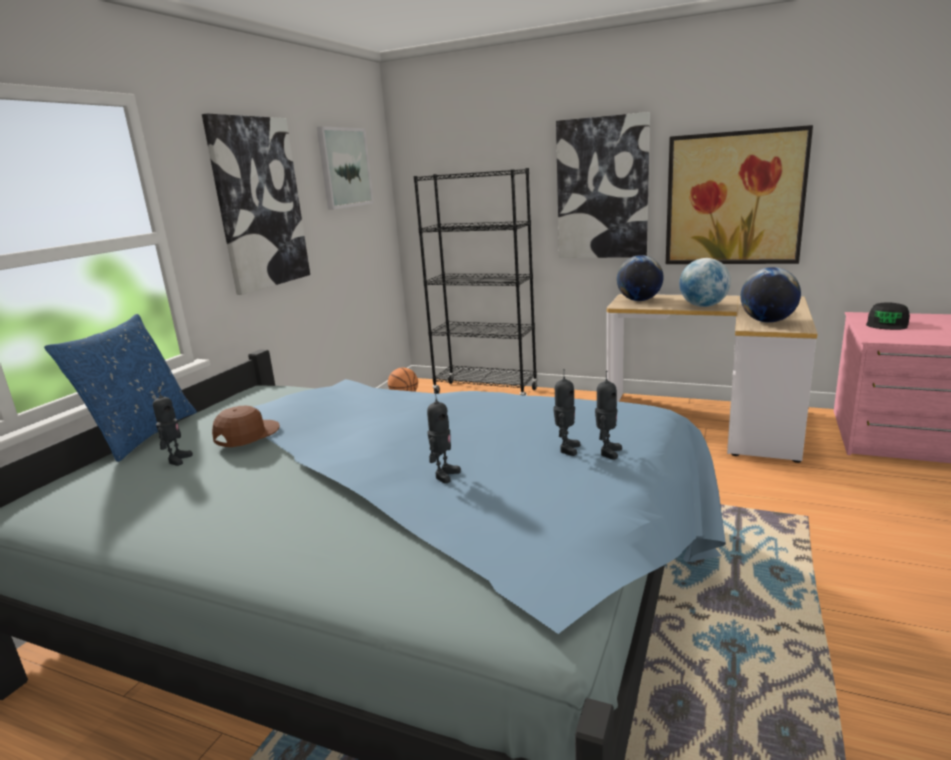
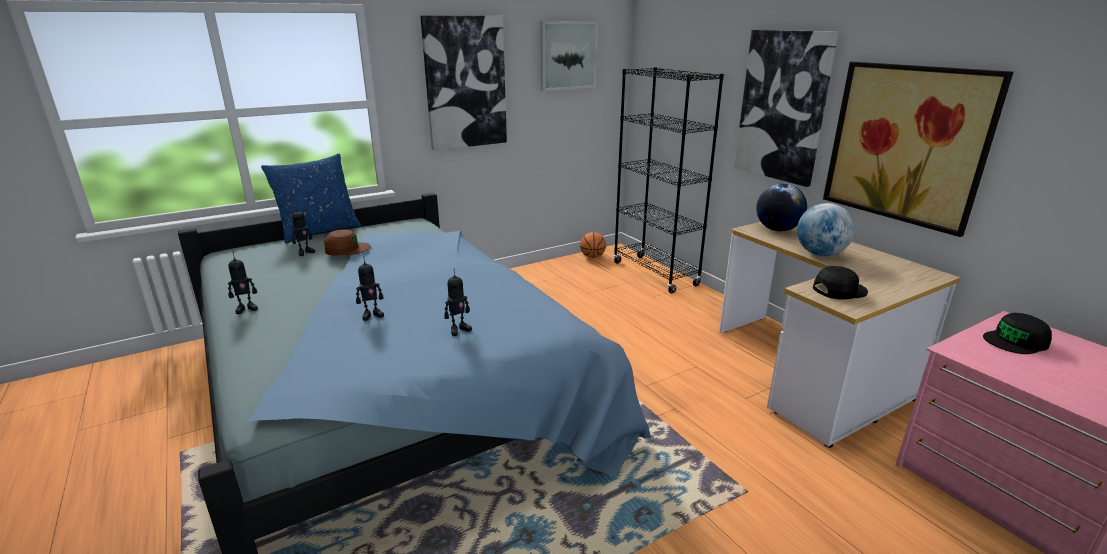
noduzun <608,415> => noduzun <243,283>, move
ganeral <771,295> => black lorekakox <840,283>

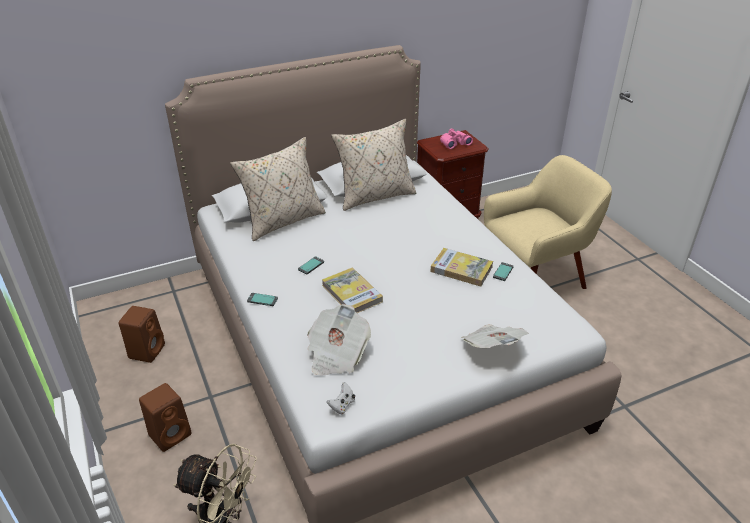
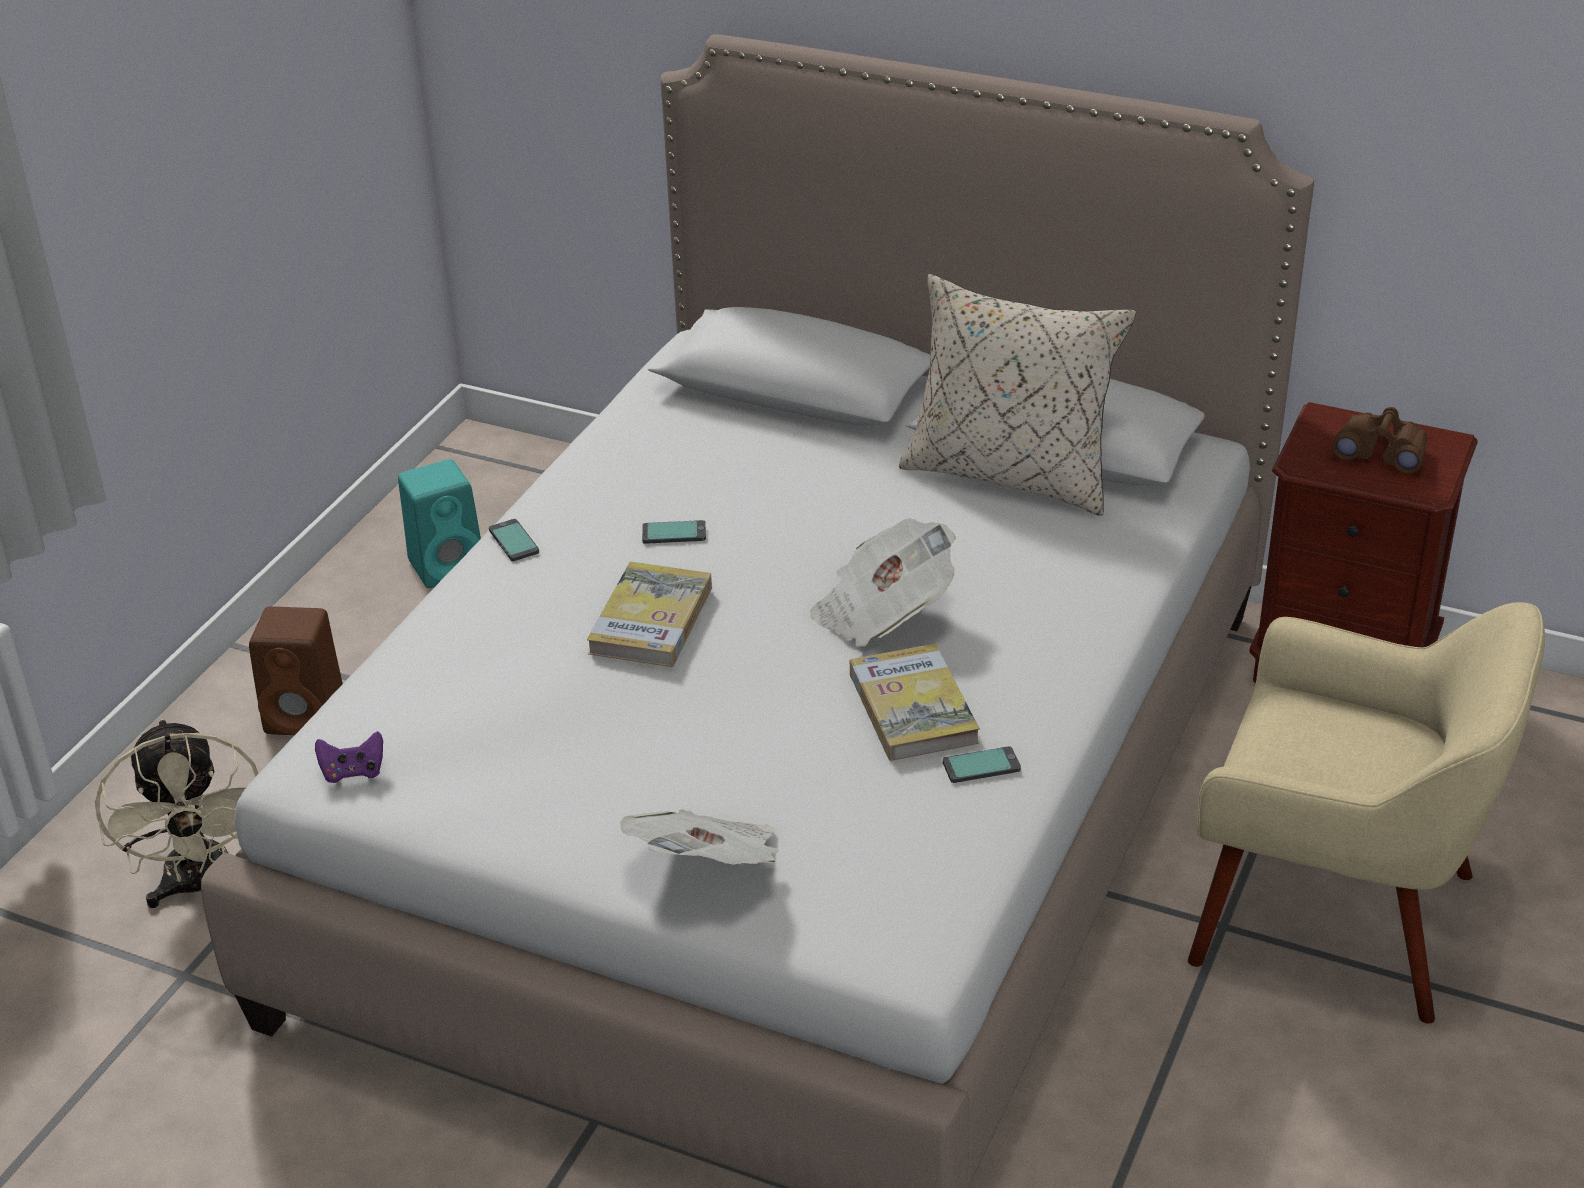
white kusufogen <341,398> => purple kusufogen <349,757>
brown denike <141,334> => turquoise denike <439,523>
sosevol <339,339> => sosevol <883,582>, move
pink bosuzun <456,138> => brown bosuzun <1380,440>
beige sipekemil <278,189> => nothing

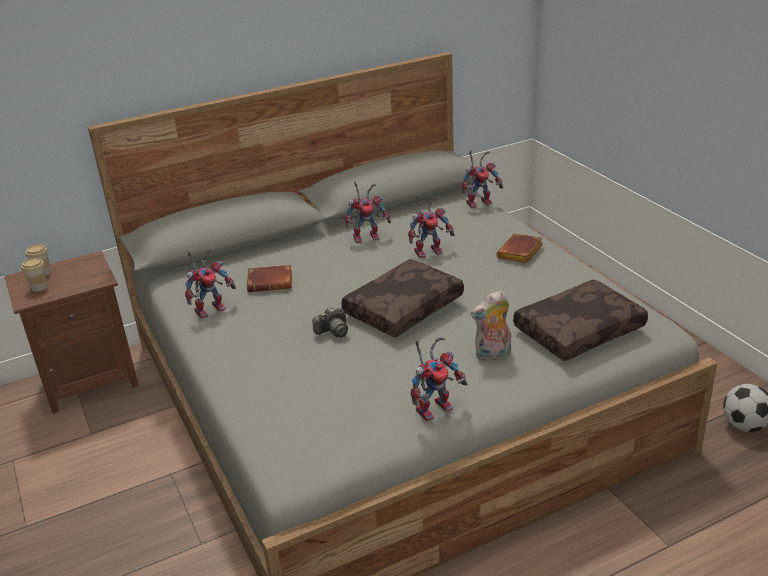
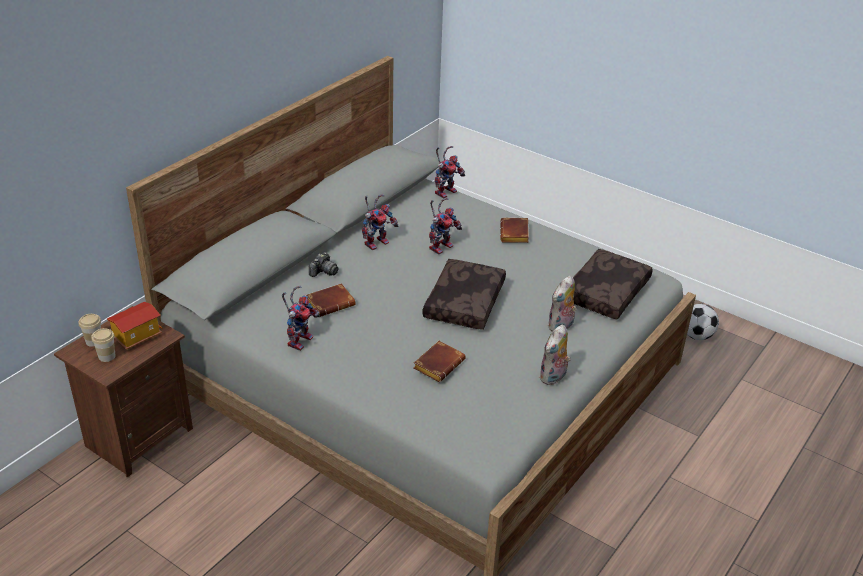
nothing => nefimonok <135,326>
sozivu <330,322> => sozivu <323,264>, move
nothing => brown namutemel <440,361>
noduzun <439,379> => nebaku <555,355>

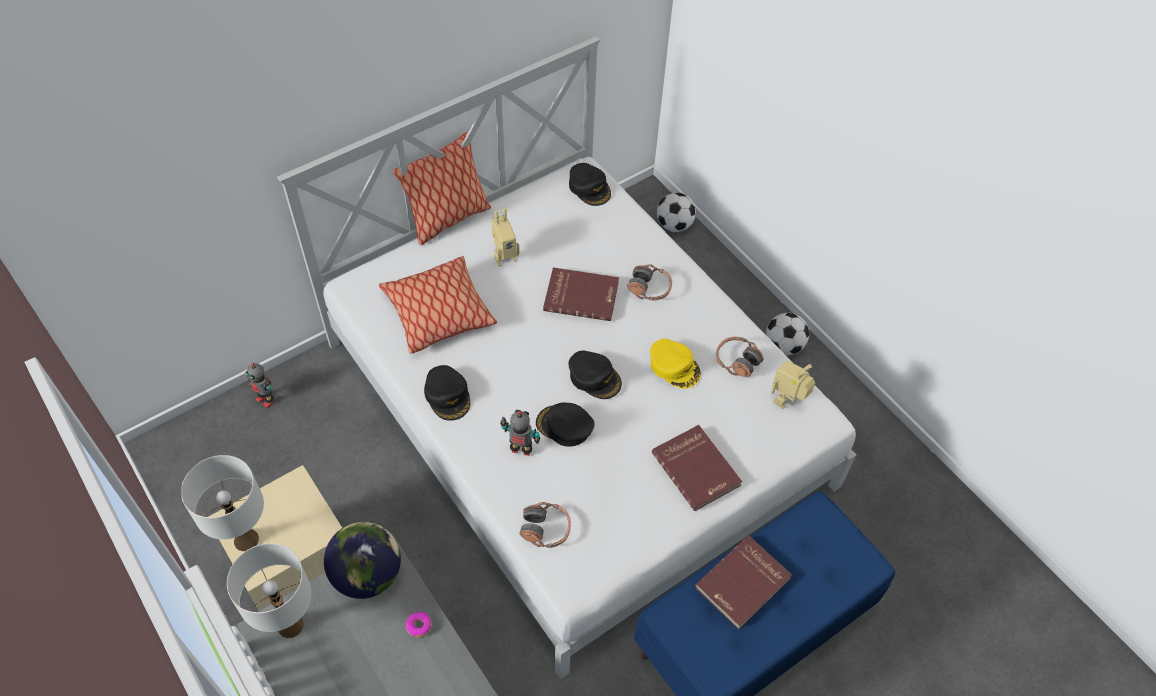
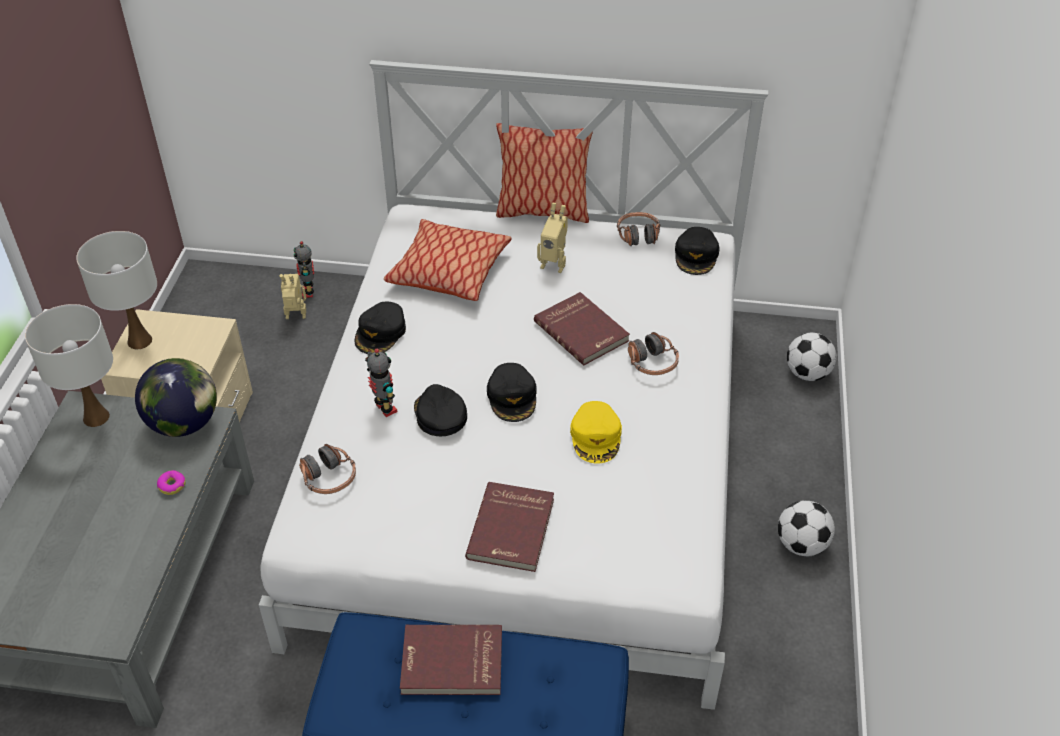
noduzun <793,385> => noduzun <292,296>, move
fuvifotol <739,357> => fuvifotol <638,229>, move

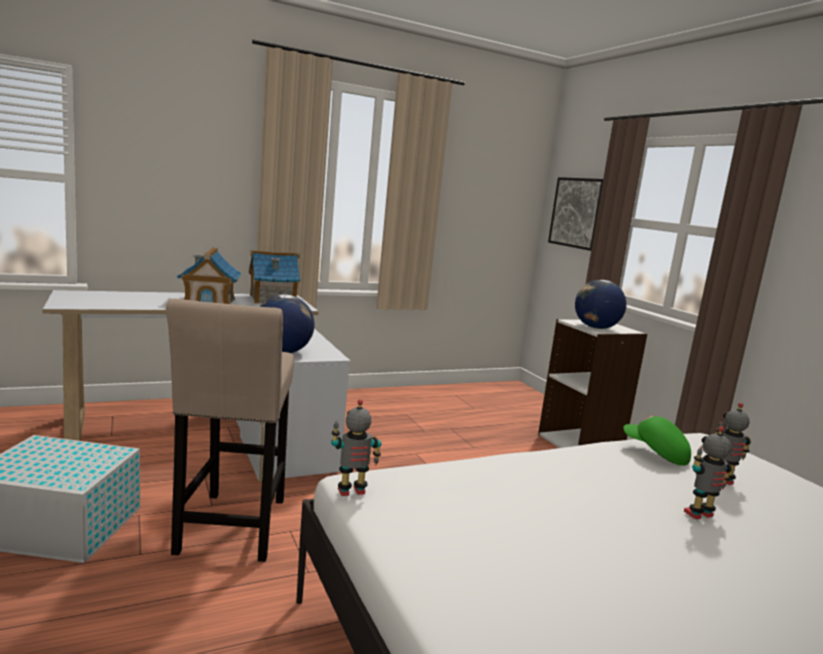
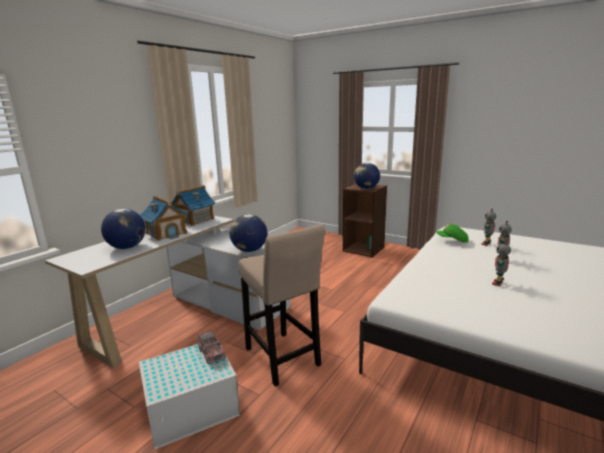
nothing => ganeral <123,229>
nothing => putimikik <211,347>
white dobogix <592,383> => brown dobogix <365,220>
noduzun <356,447> => noduzun <501,263>, move
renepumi <575,214> => nothing

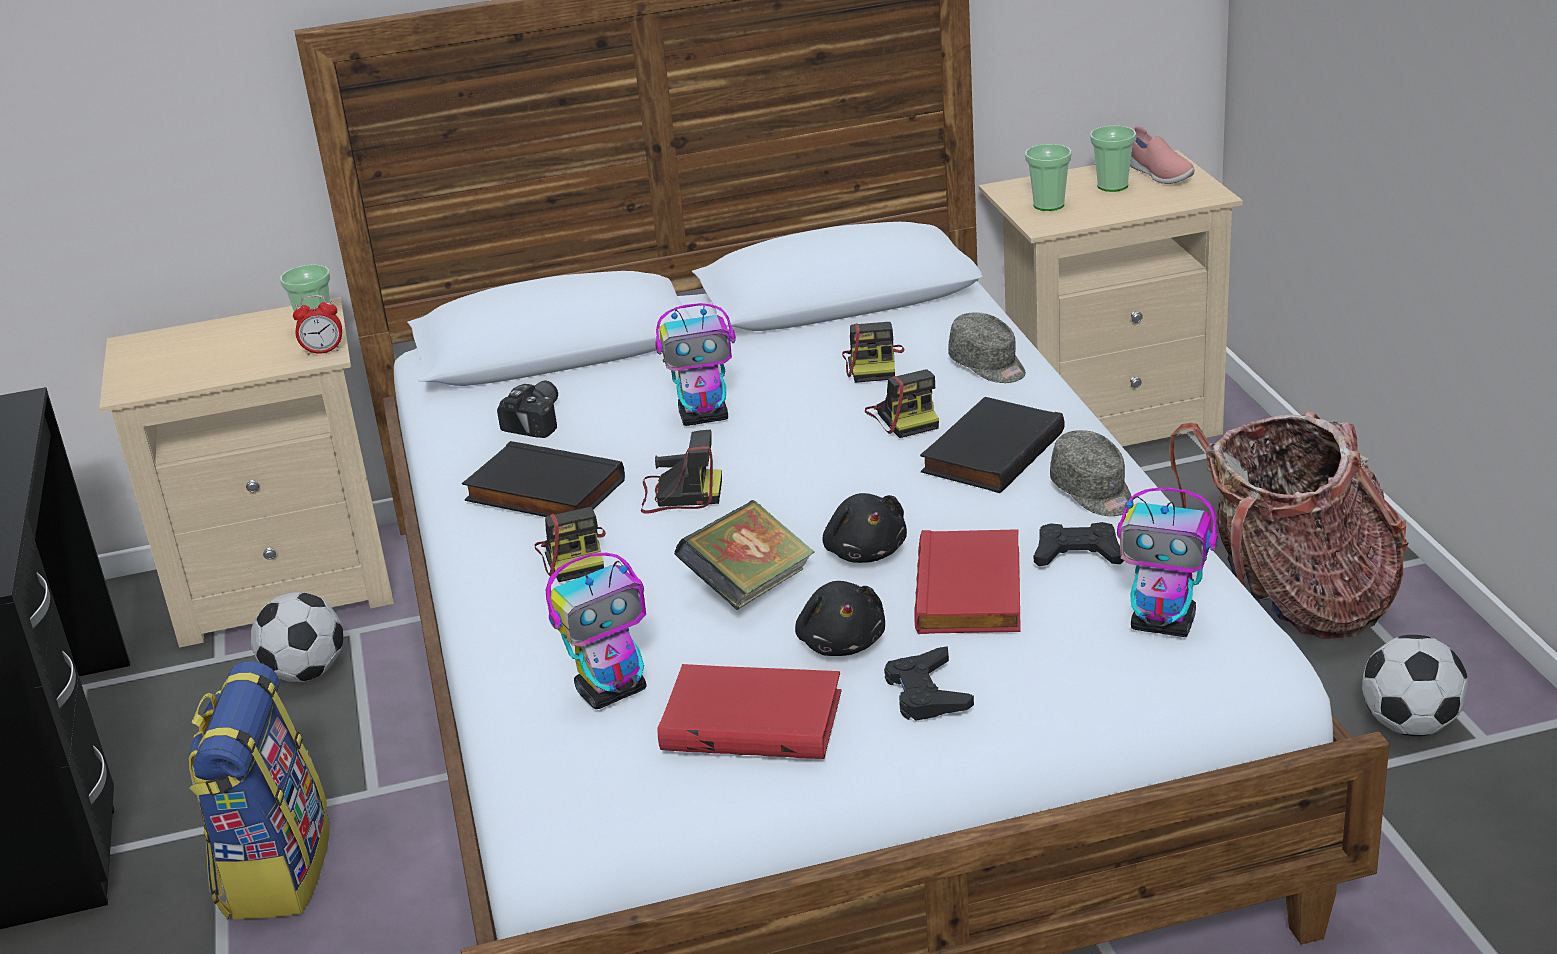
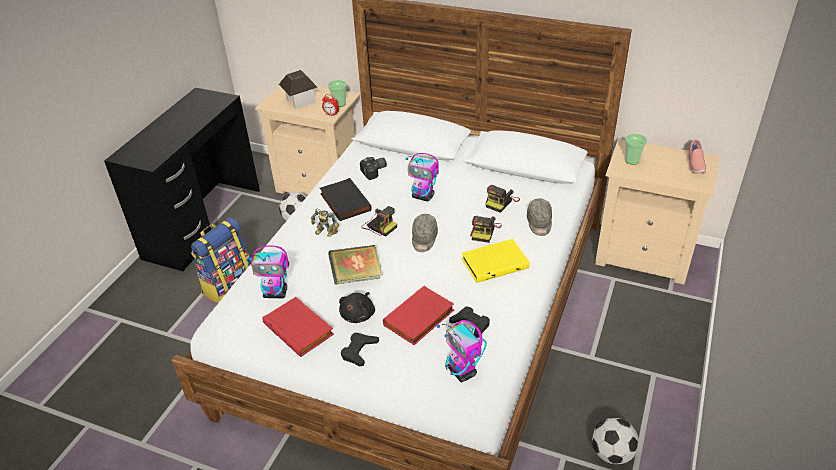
nothing => nefimonok <298,89>
sozivu <570,544> => noduzun <325,223>
grey lorekakox <1092,473> => grey lorekakox <425,233>, move
black namutemel <992,445> => yellow namutemel <495,261>
black nebaku <864,528> => nothing
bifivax <1113,159> => nothing
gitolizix <1288,525> => nothing

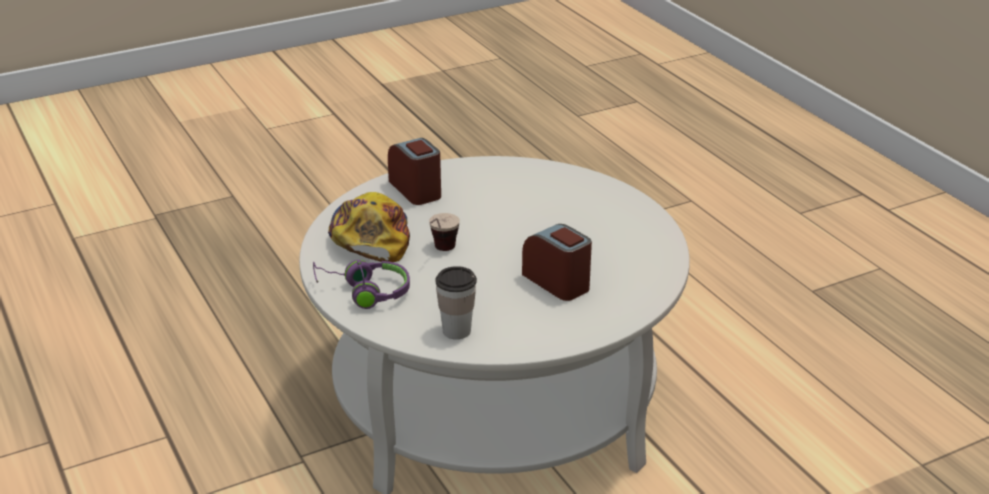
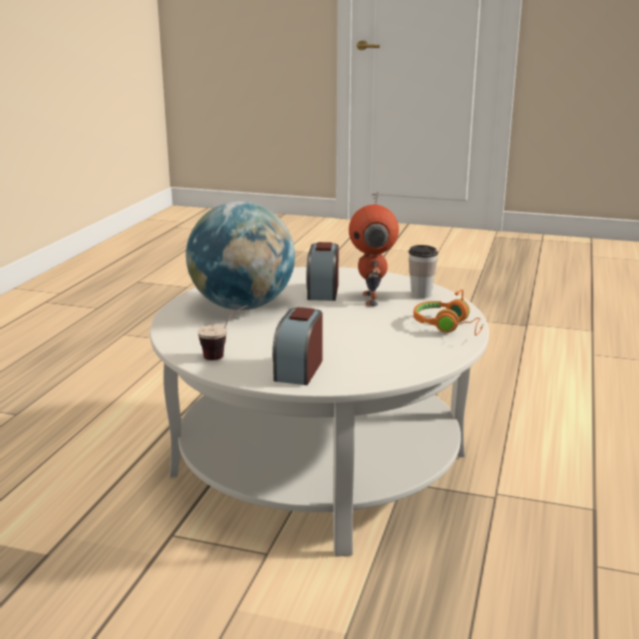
nothing => ganeral <240,255>
bifivax <444,232> => bifivax <222,332>, move
nothing => noduzun <374,248>
purple fuvifotol <361,284> => orange fuvifotol <448,312>
lorekakox <369,227> => nothing

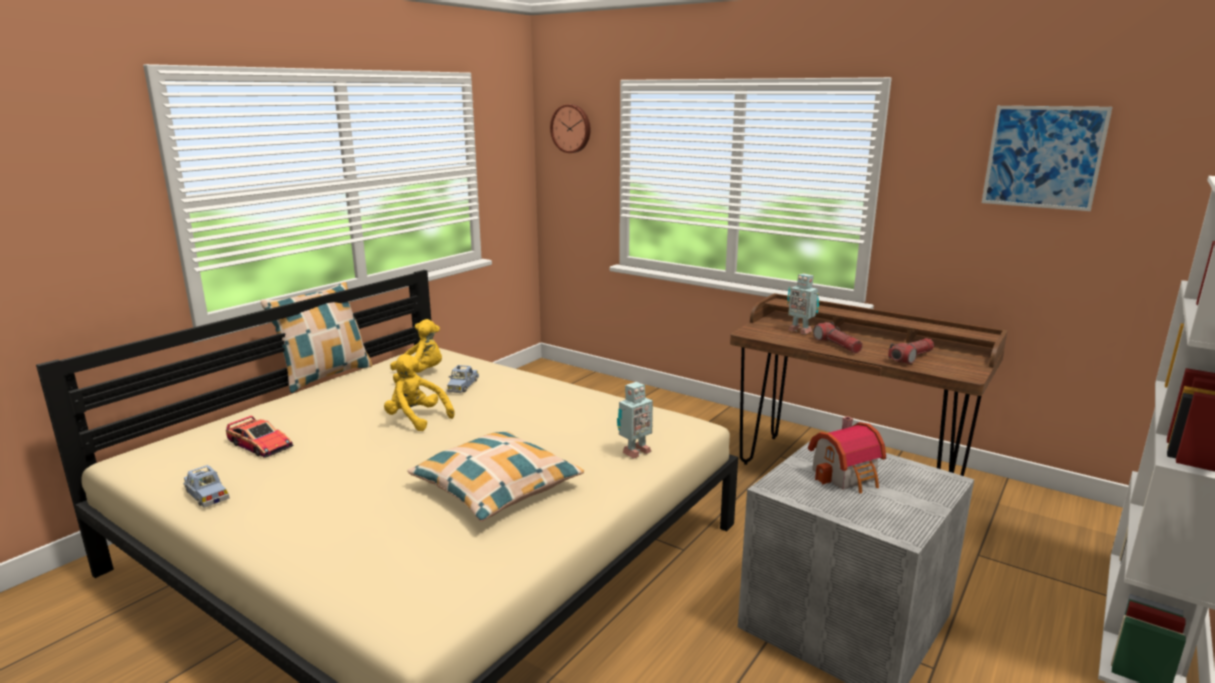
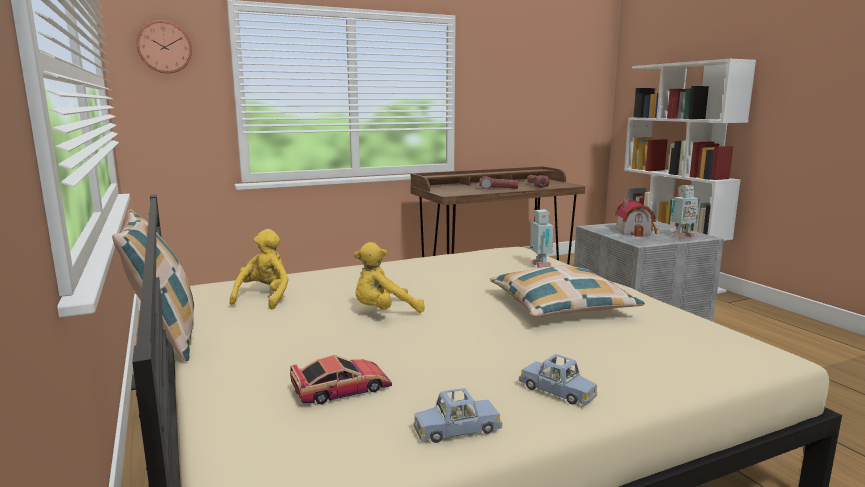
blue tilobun <463,379> => blue tilobun <558,379>, move
noduzun <803,303> => noduzun <685,211>, move
renepumi <1047,158> => nothing

